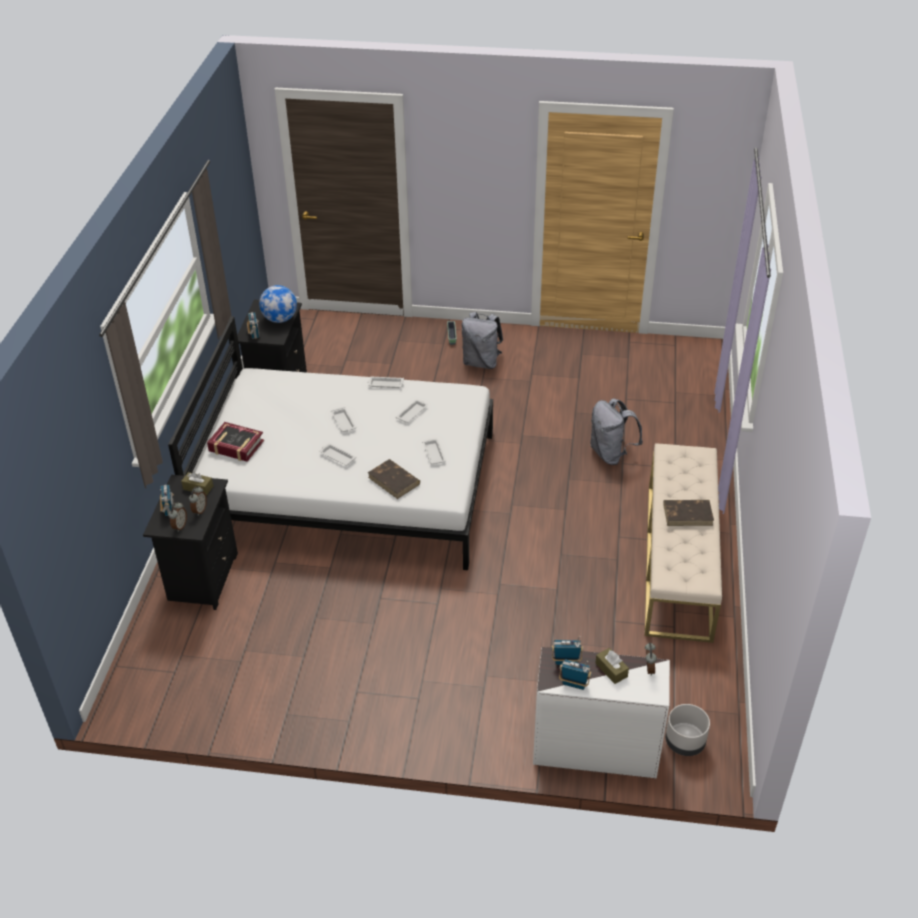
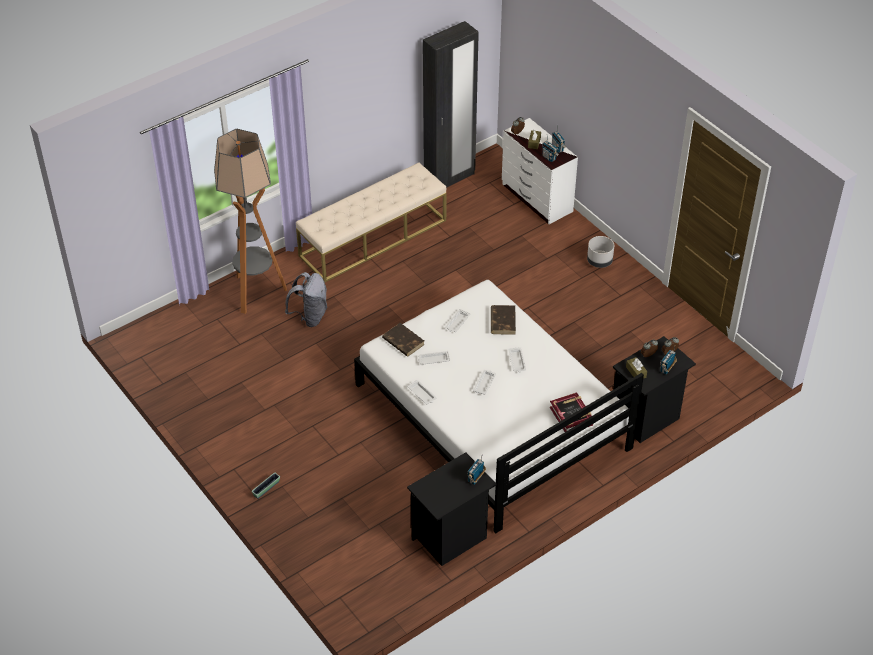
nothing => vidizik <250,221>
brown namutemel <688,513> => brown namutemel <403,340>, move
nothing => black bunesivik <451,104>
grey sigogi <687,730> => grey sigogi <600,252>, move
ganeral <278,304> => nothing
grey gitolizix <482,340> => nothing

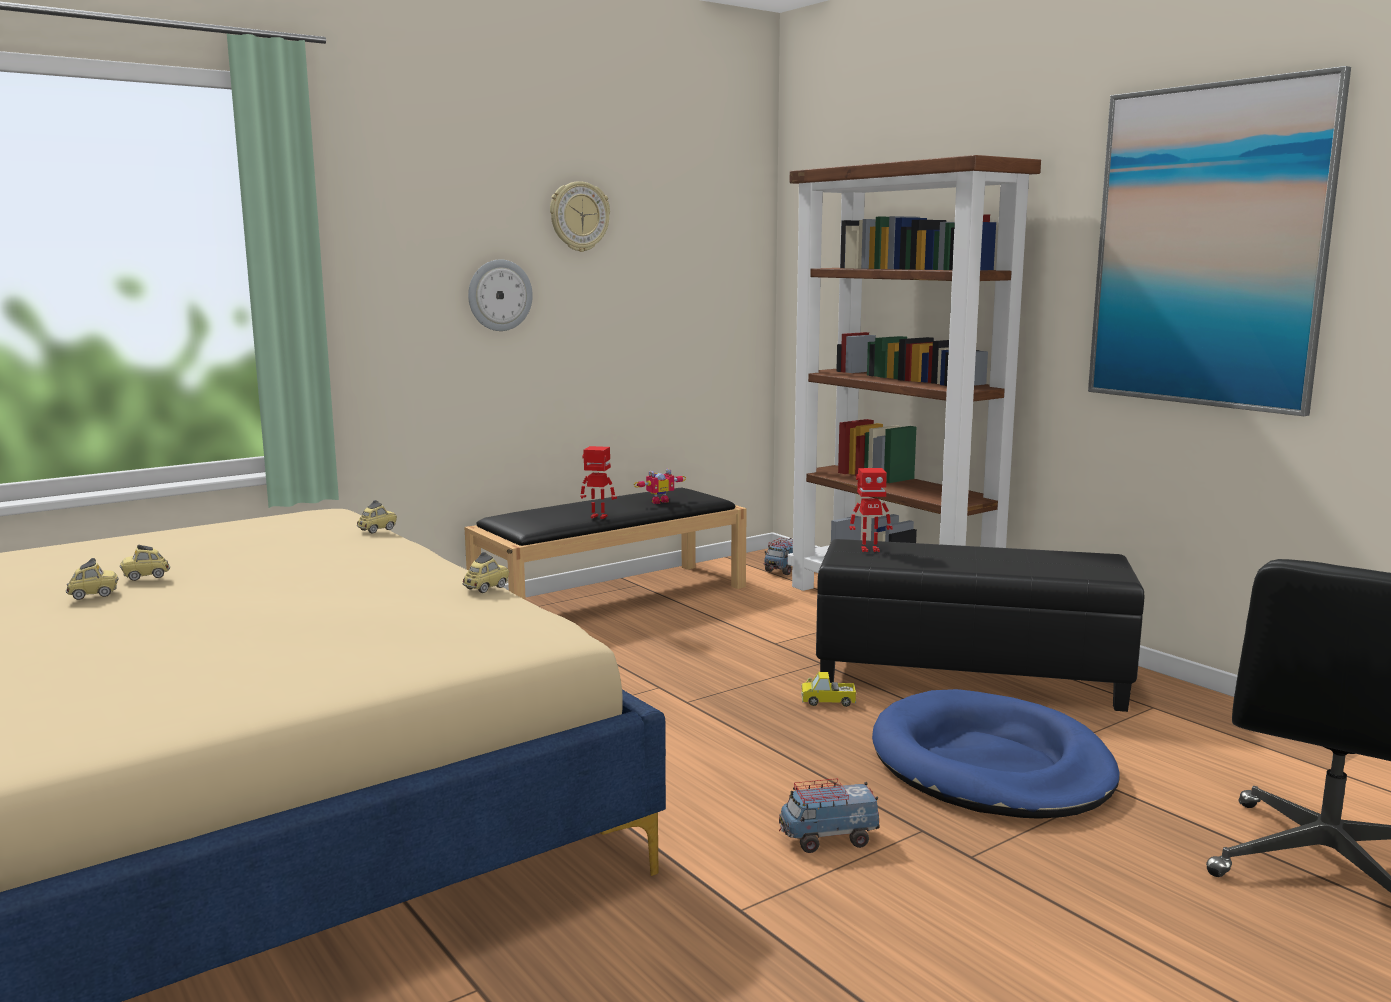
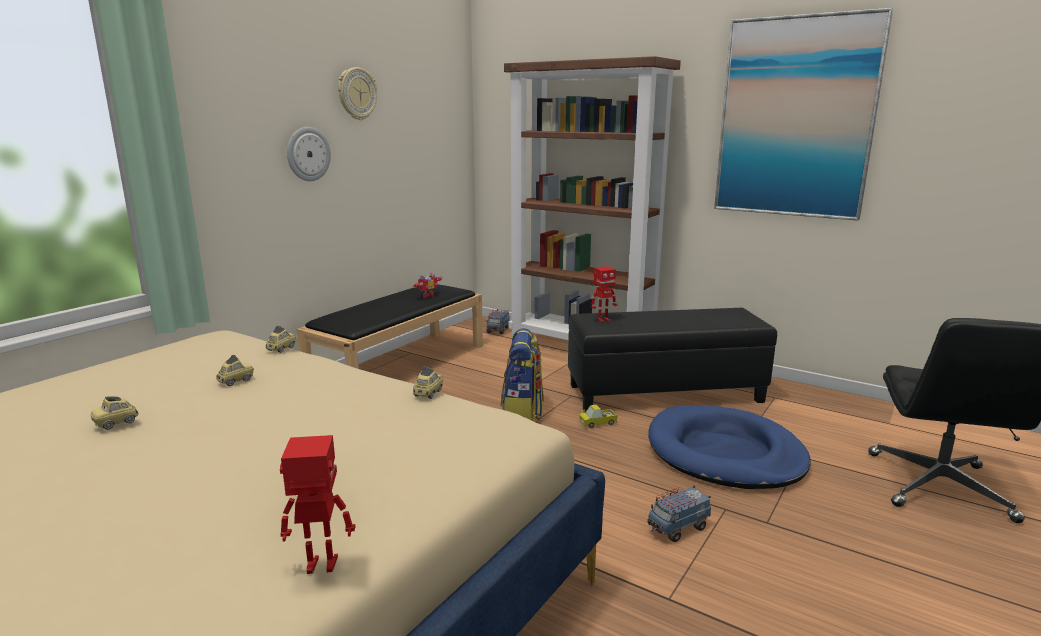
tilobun <92,579> => tilobun <235,370>, move
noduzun <599,482> => noduzun <317,504>, move
nothing => gitolizix <522,375>

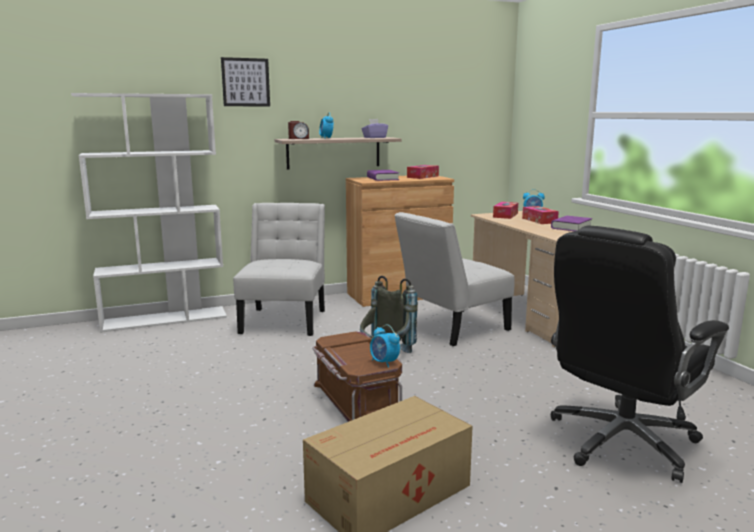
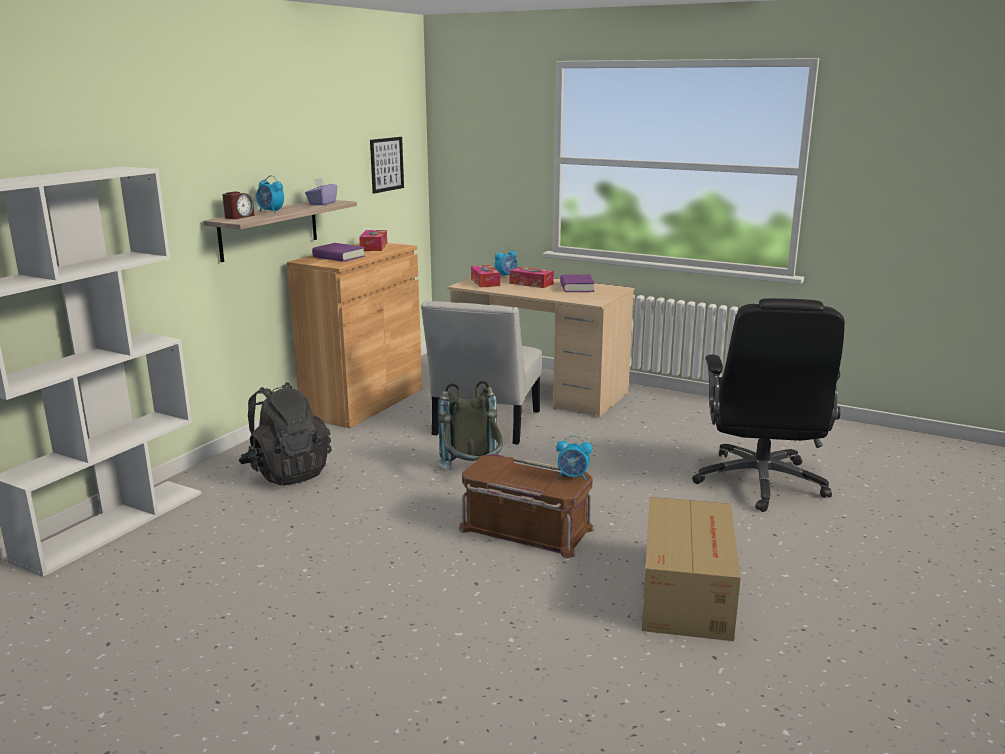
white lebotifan <279,269> => black gitolizix <285,434>
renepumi <245,81> => renepumi <387,165>, move

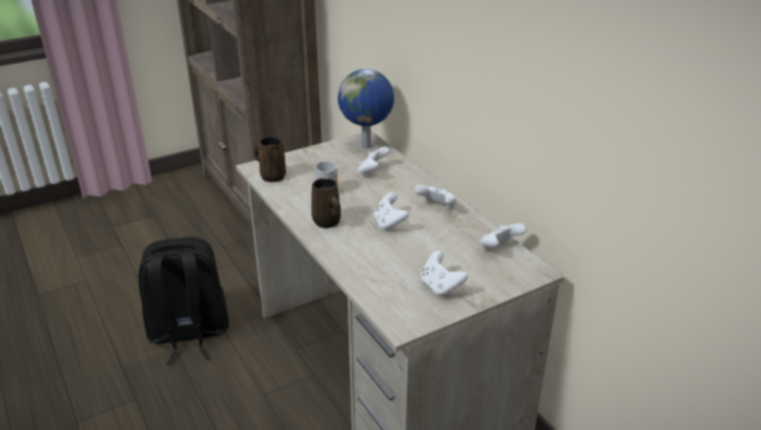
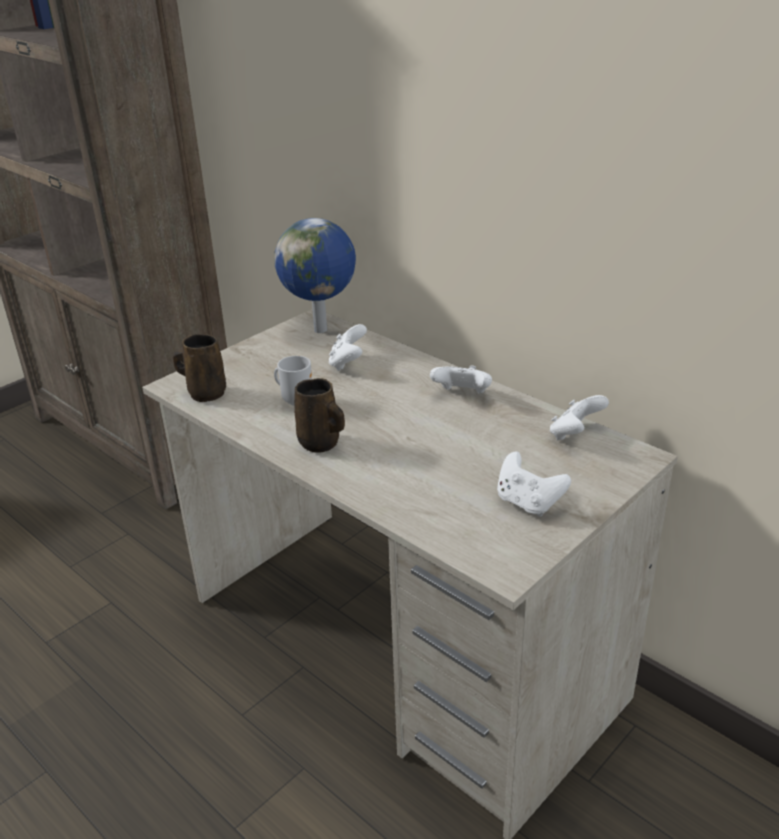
black gitolizix <183,301> => nothing
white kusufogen <391,212> => nothing

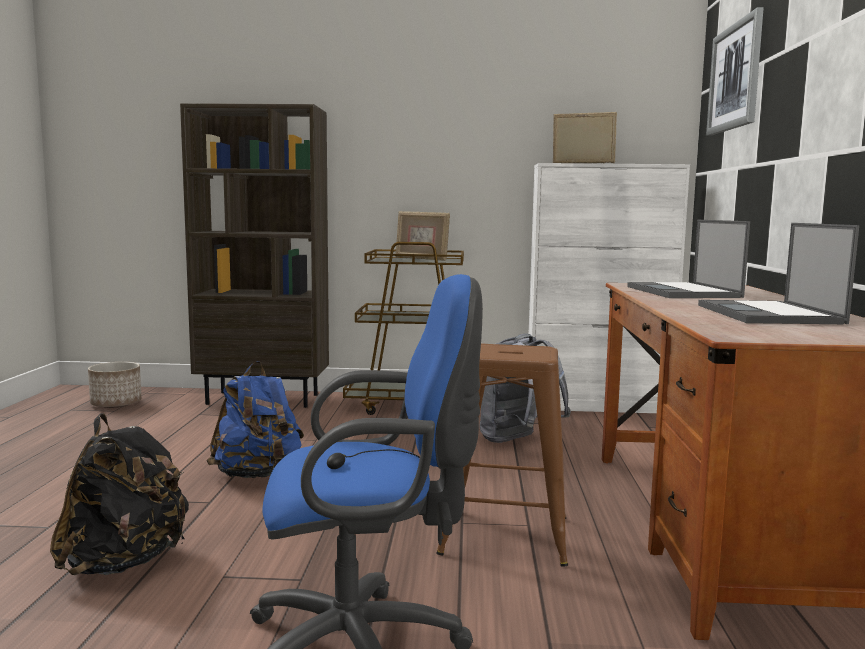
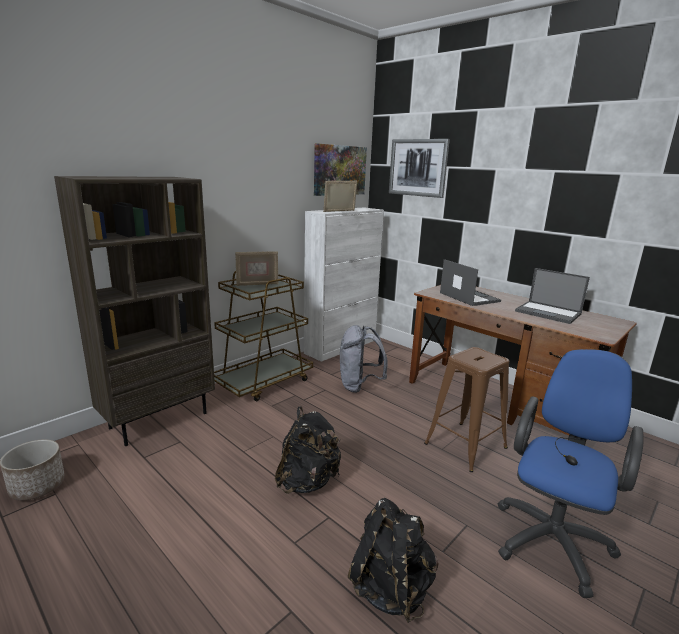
blue gitolizix <255,419> => black gitolizix <308,450>
nothing => renepumi <340,170>
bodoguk <688,259> => bodoguk <470,282>, 150 degrees counterclockwise

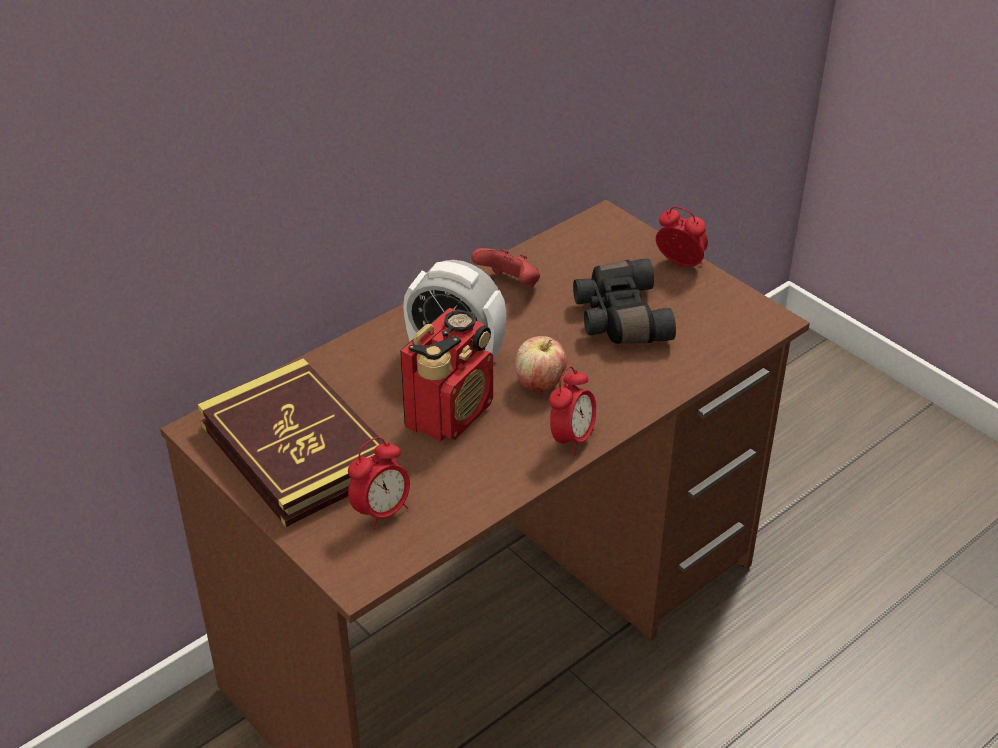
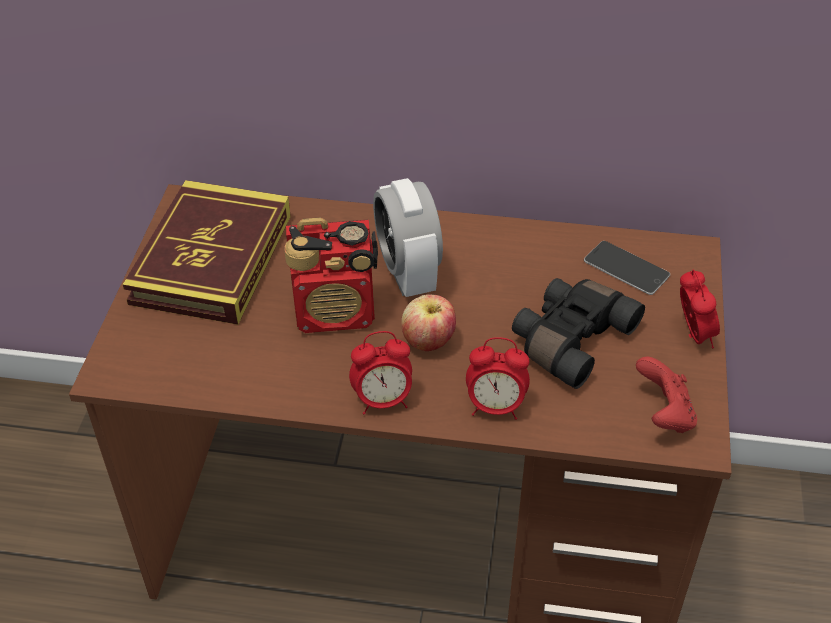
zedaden <379,483> => zedaden <498,378>, move
nothing => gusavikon <627,268>
red kusufogen <505,267> => red kusufogen <666,395>, move

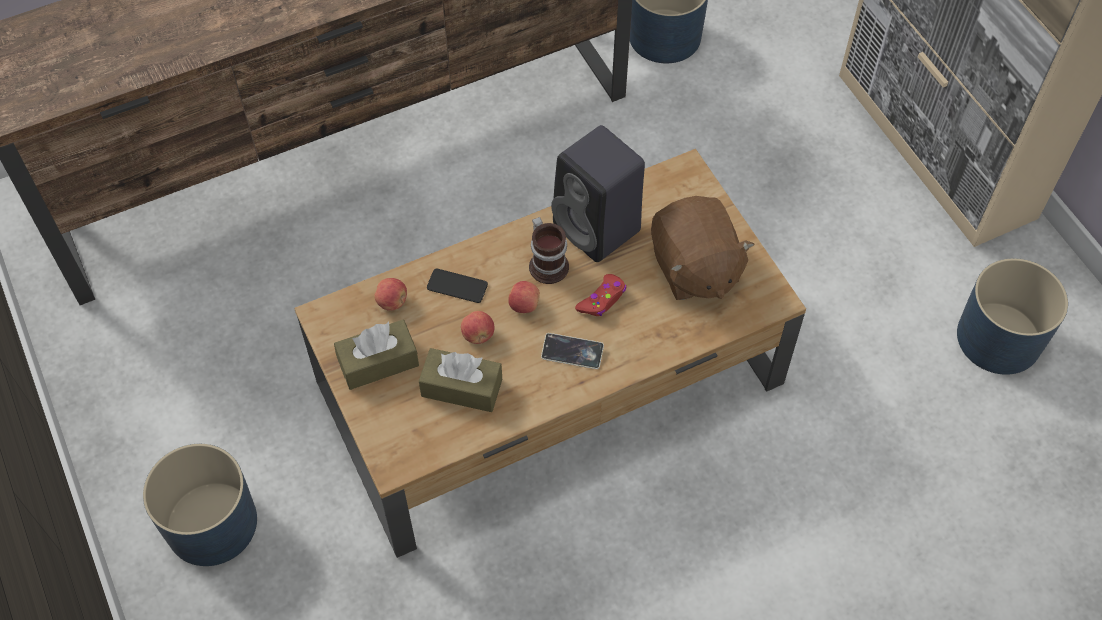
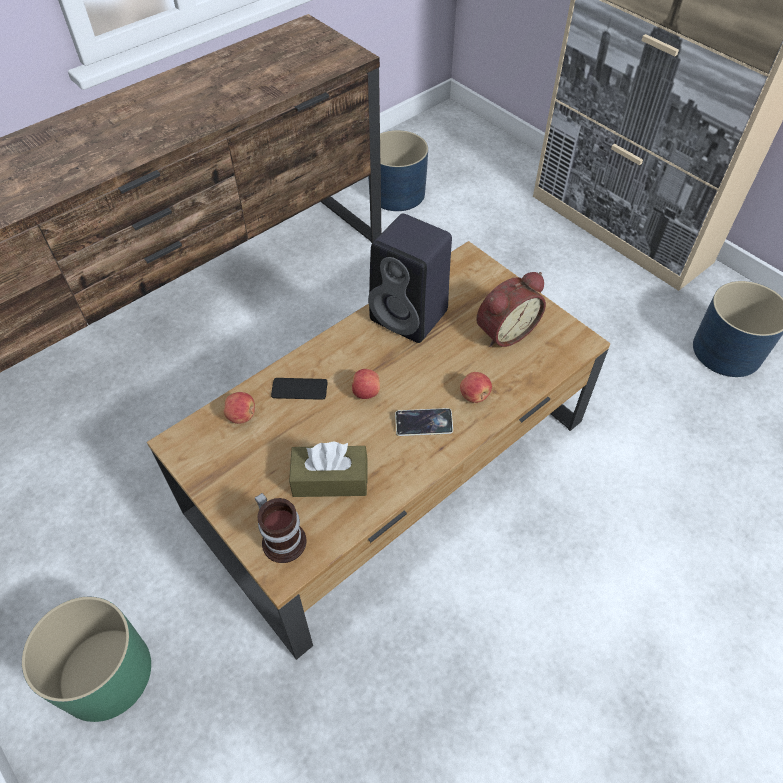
blue sigogi <200,505> => green sigogi <86,659>
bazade <549,250> => bazade <281,528>, move
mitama <478,327> => mitama <476,387>, move
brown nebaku <703,248> => zedaden <511,309>
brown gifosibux <376,355> => nothing
red kusufogen <600,295> => nothing

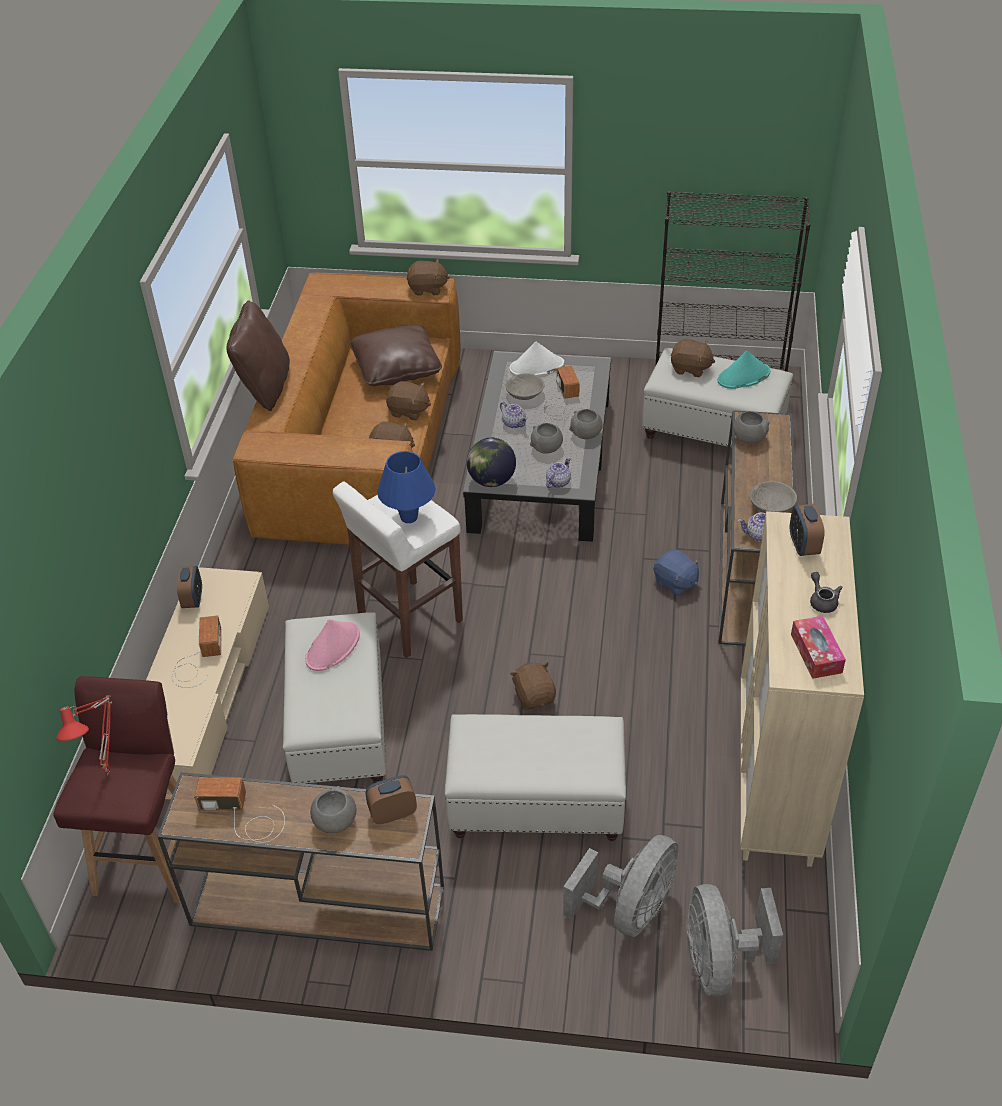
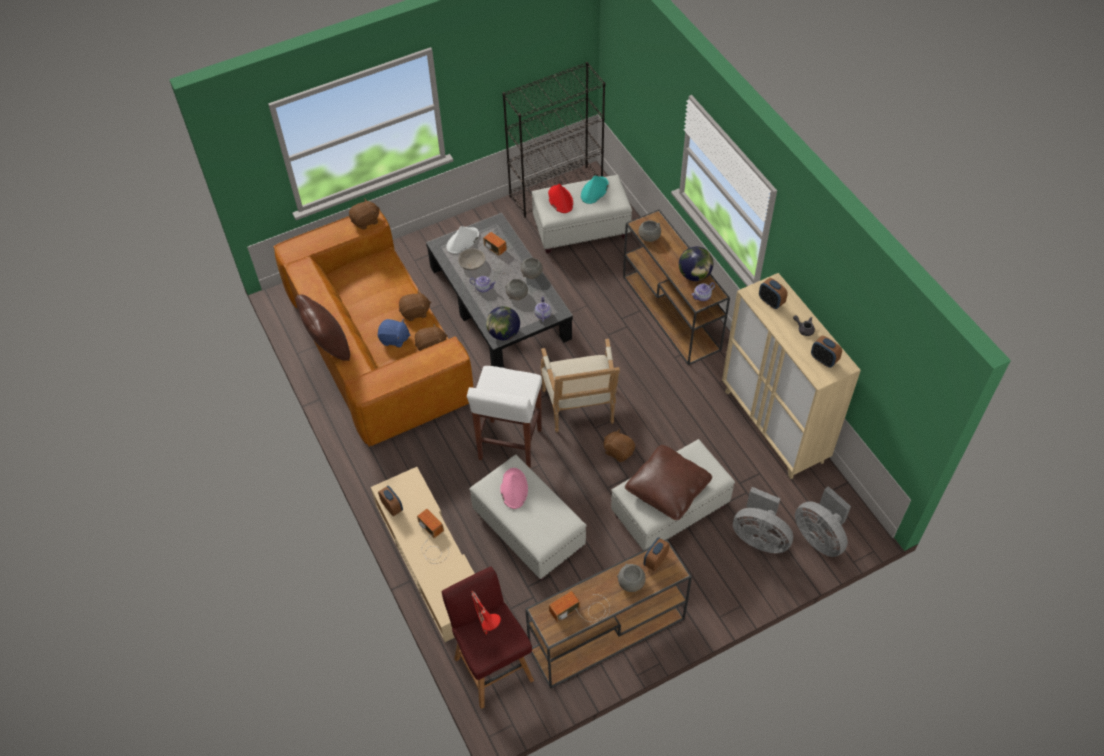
blue nebaku <677,572> => blue nebaku <394,333>, move
nothing => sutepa <580,385>
brown nebaku <693,358> => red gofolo <560,198>
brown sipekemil <395,355> => brown sipekemil <668,482>, move
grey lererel <773,497> => ganeral <696,264>
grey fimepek <620,886> => grey fimepek <763,520>, 120 degrees clockwise
gifosibux <818,647> => zedaden <826,352>
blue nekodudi <406,487> => nothing

